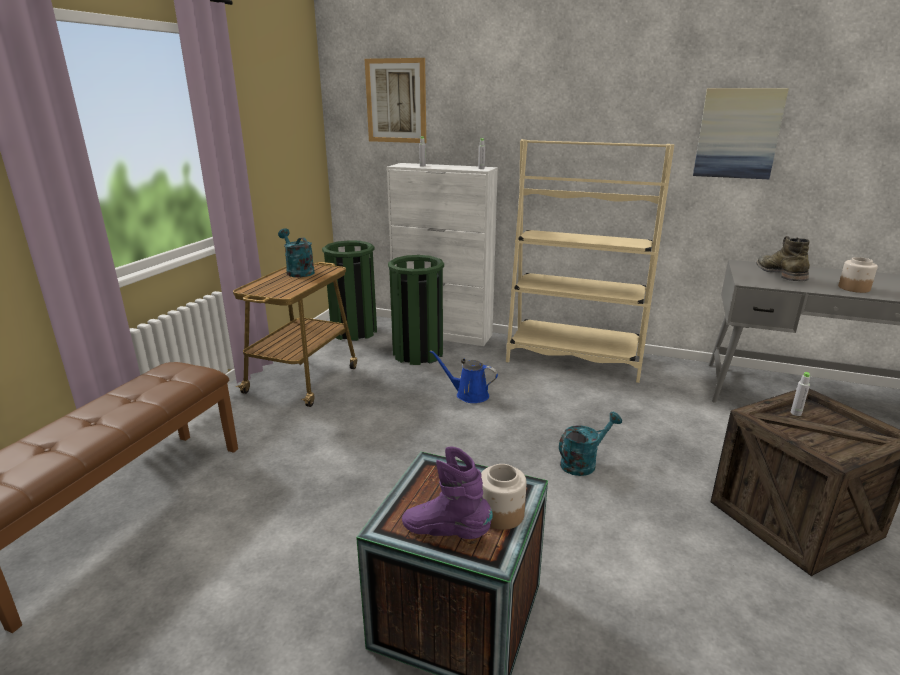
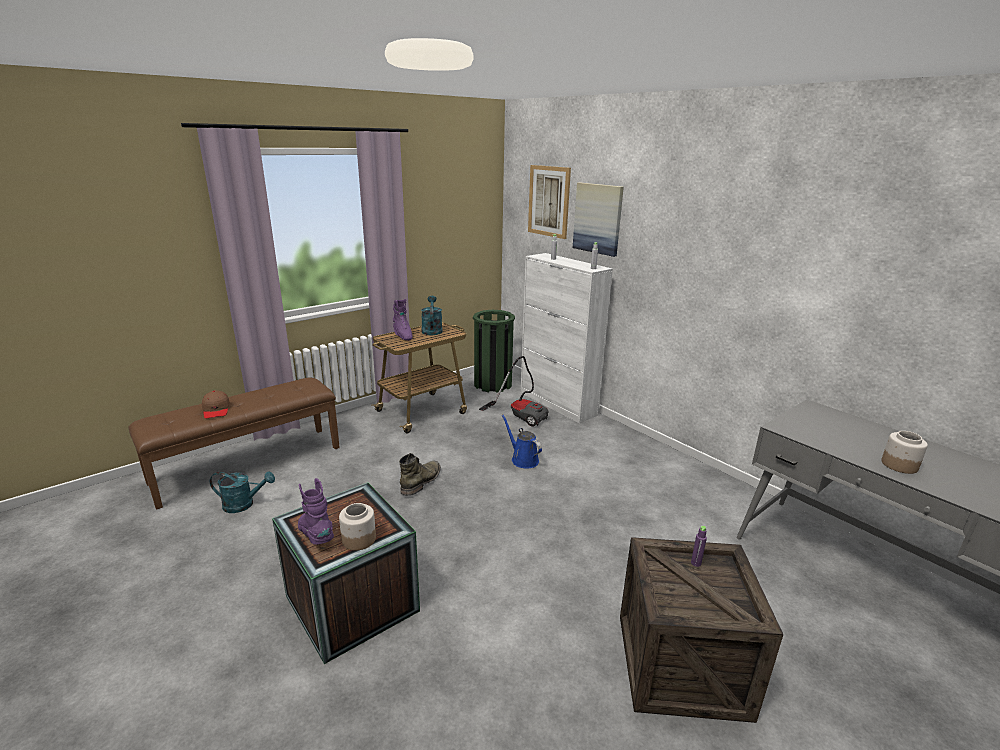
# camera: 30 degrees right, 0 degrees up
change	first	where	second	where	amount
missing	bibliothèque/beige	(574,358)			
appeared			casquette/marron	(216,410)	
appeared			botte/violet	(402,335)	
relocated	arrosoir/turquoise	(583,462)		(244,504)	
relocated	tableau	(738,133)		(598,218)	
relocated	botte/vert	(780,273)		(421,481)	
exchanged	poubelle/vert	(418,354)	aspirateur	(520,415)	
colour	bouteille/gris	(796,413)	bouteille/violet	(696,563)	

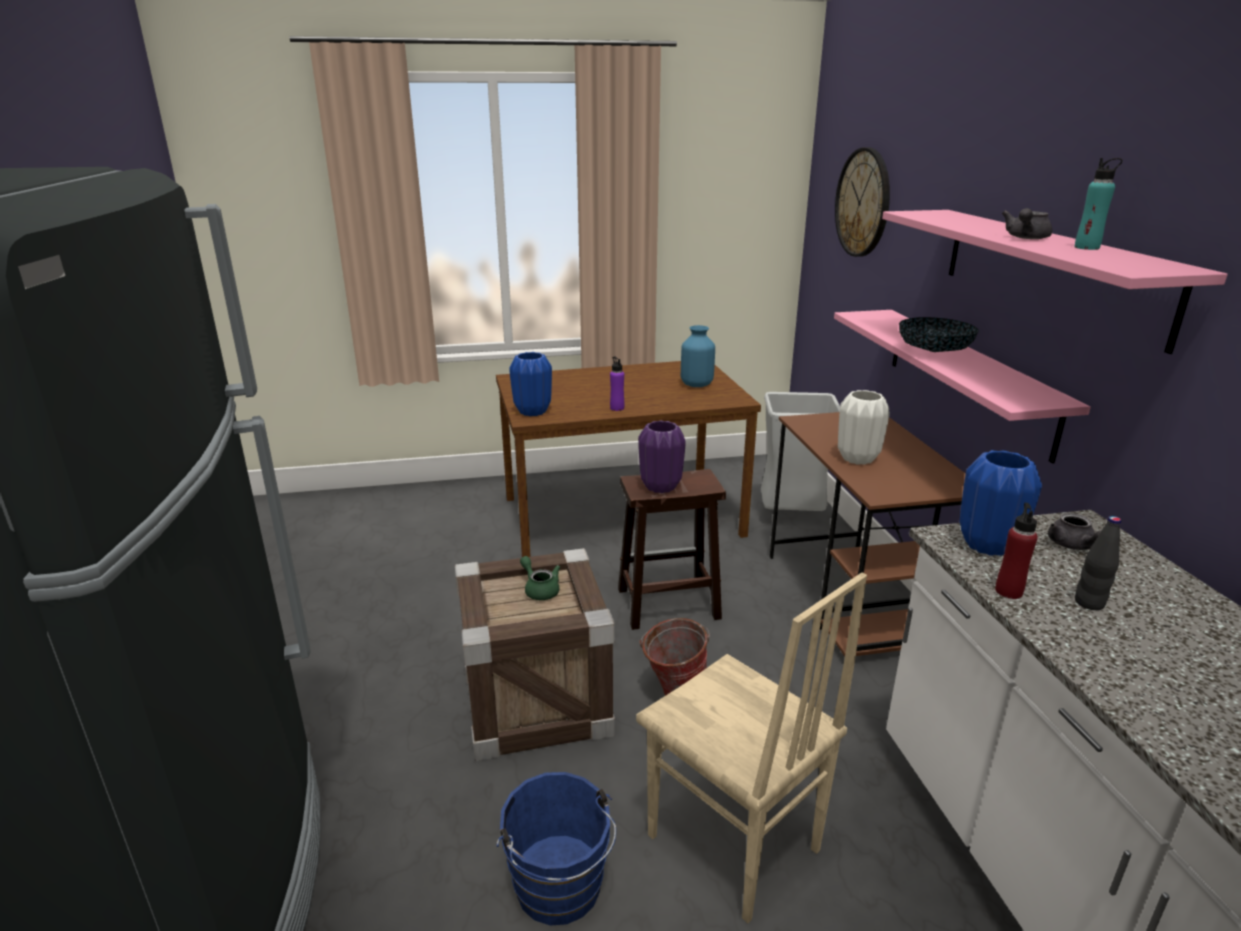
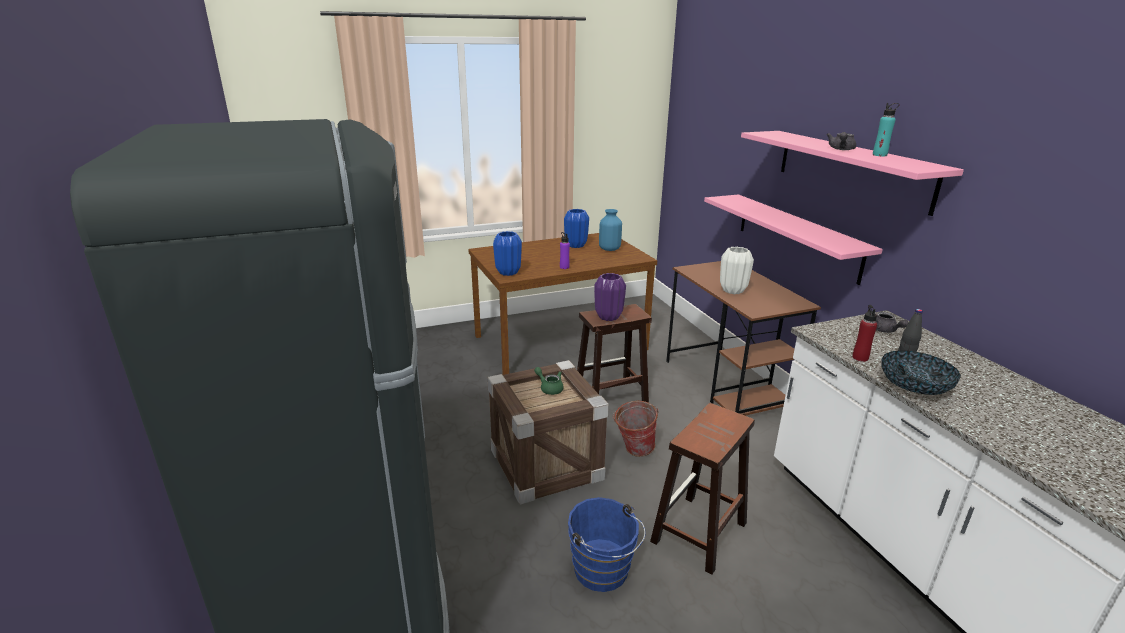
# camera: 10 degrees left, 0 degrees up
change	first	where	second	where	amount
missing	poubelle/gris	(790,518)			
missing	horloge murale	(863,203)			
relocated	bol	(933,352)		(914,388)	
relocated	vase/bleu	(987,545)		(576,245)	
exchanged	chaise/beige	(732,845)	tabouret/marron	(698,533)	

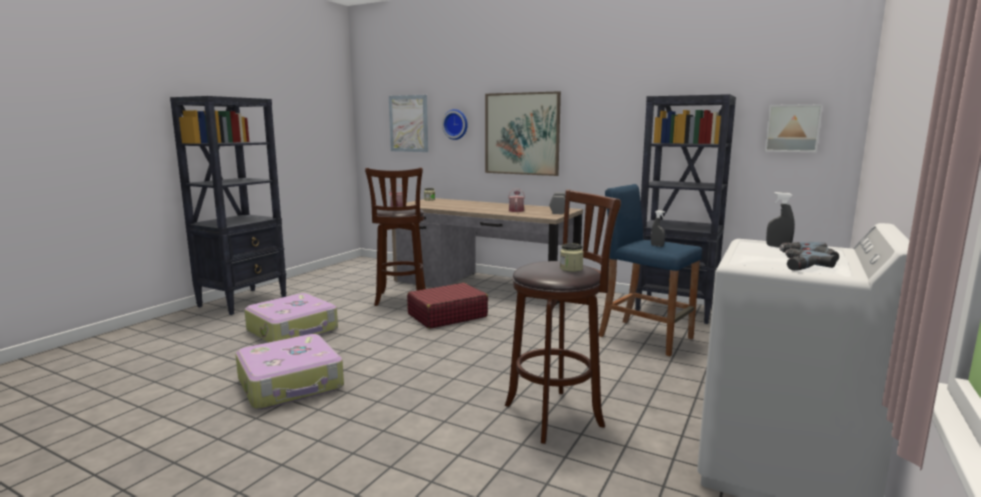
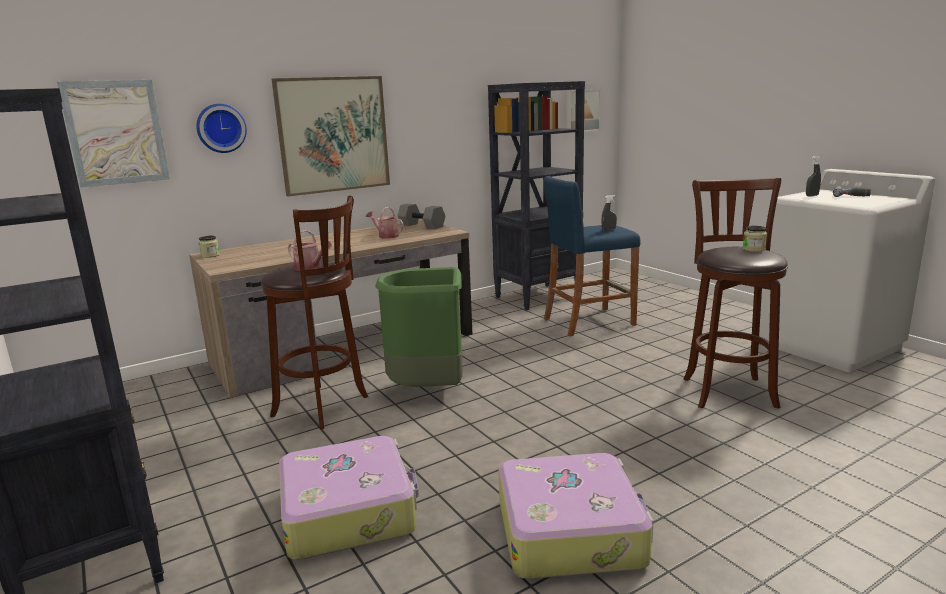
# camera: 60 degrees left, 5 degrees up
change	first	where	second	where	amount
missing	perceuse	(797,265)			
exchanged	valise/rouge	(447,316)	poubelle/vert	(429,389)	

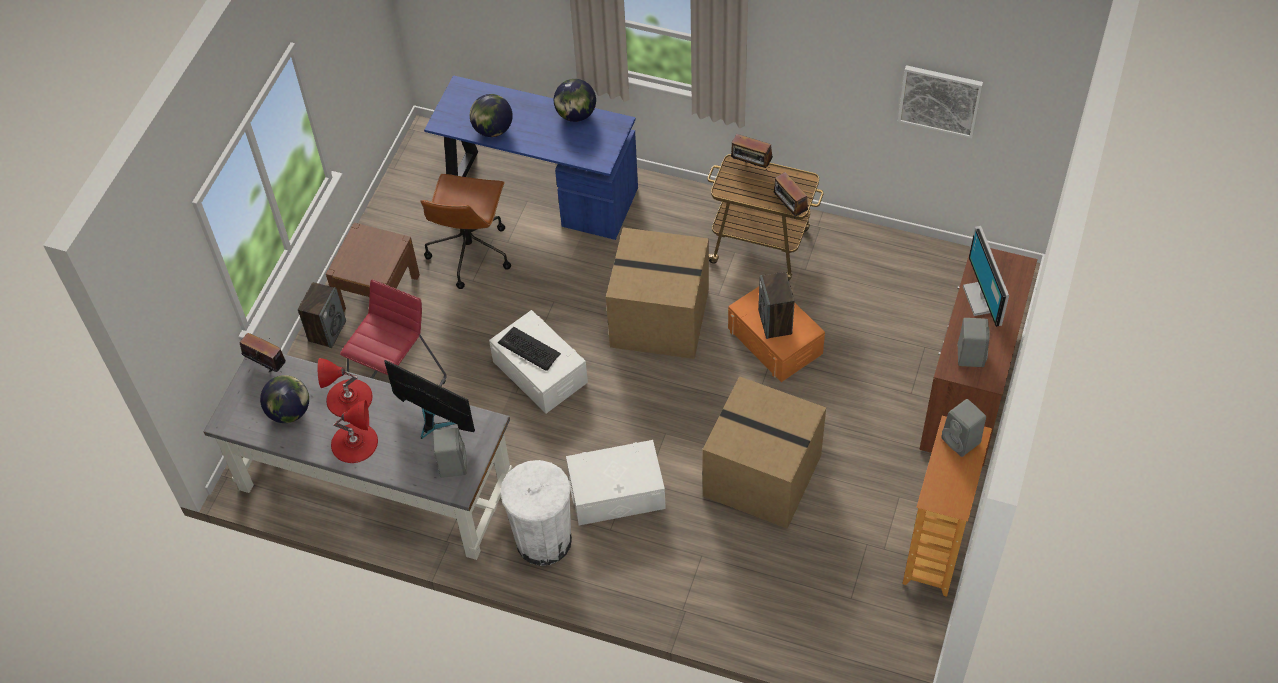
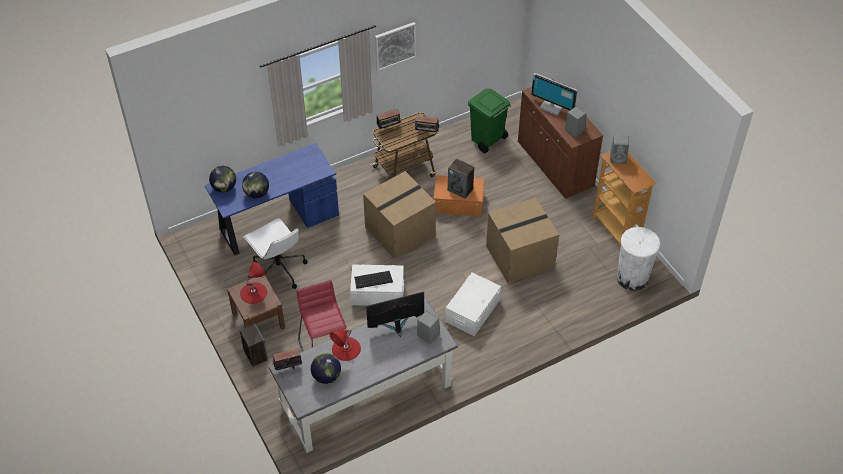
# camera: 50 degrees left, 5 degrees down
change	first	where	second	where	amount
appeared			poubelle/vert	(487,140)	
relocated	lampe de table/rouge	(354,442)		(253,293)	
relocated	poubelle/blanc	(543,540)		(632,278)	
relocated	globe	(576,114)		(224,188)	
relocated	tableau	(940,100)		(395,45)	
colour	chaise de bureau/marron	(470,252)	chaise de bureau/blanc	(278,270)	

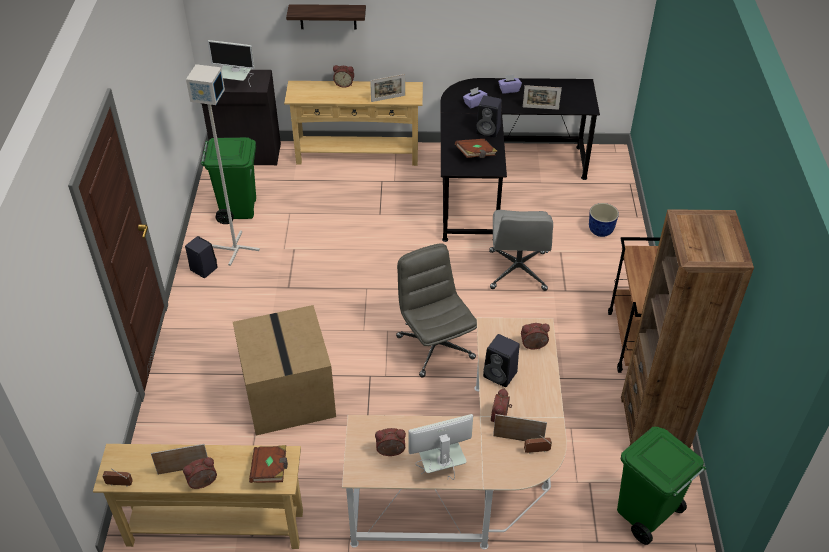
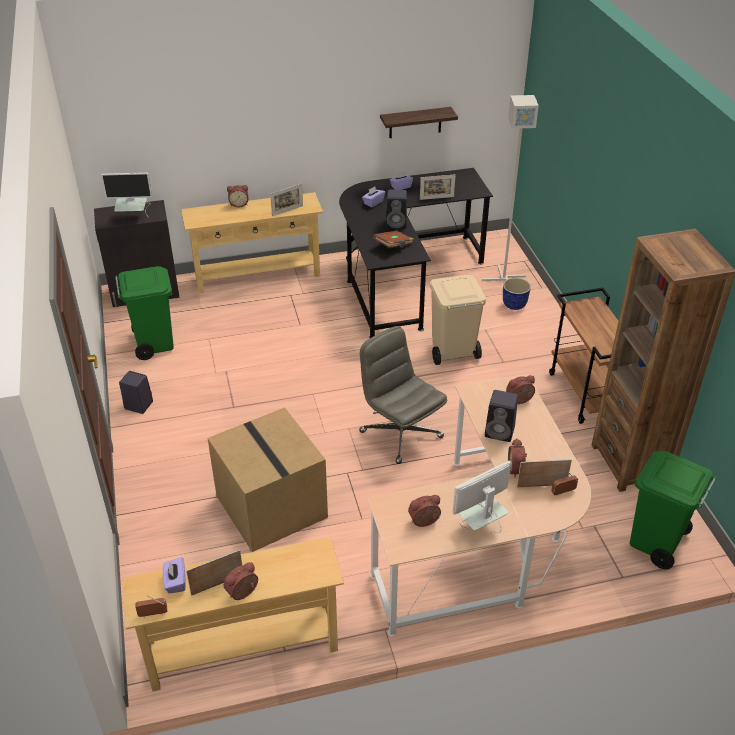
# camera: 15 degrees left, 5 degrees down
change	first	where	second	where	amount
missing	livre/marron	(270,470)			
appeared			boîte à mouchoirs/violet	(175,582)	
relocated	lampadaire/gris	(234,248)		(503,278)	
relocated	étagère	(328,16)		(415,122)	
exchanged	chaise de bureau/gris	(518,271)	poubelle/beige	(452,353)	

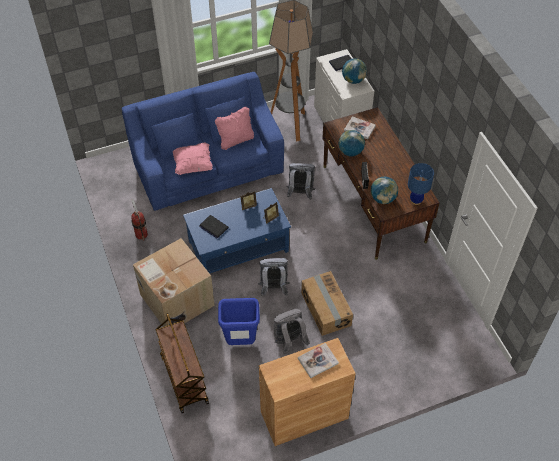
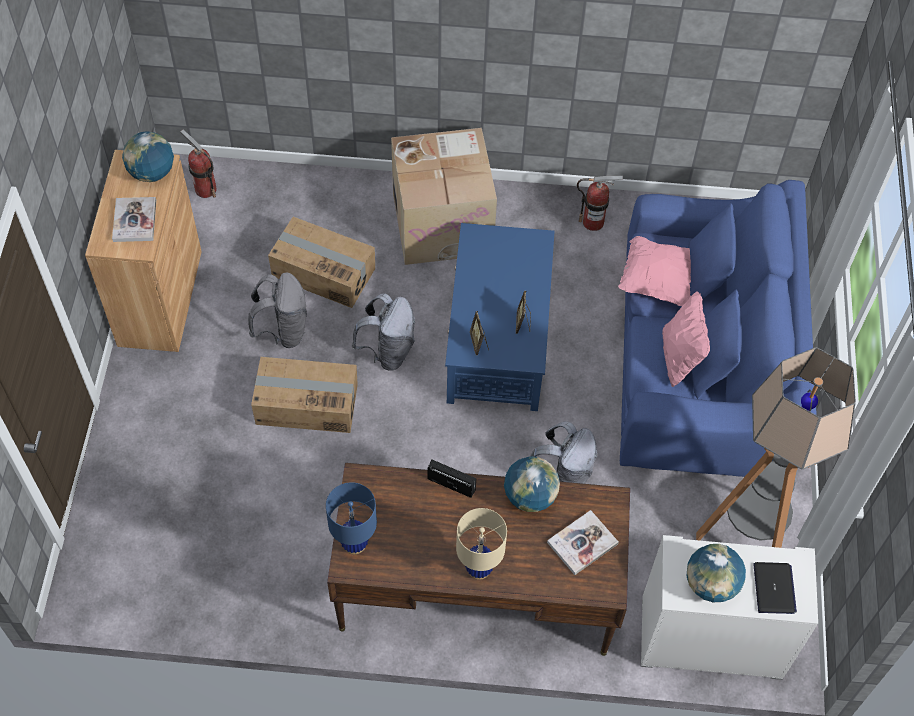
# camera: 115 degrees right, 5 degrees up
change	first	where	second	where	amount
missing	chariot/marron	(184,379)			
missing	ordinateur portable	(213,227)			
appeared			extincteur	(205,189)	
appeared			lampe de table/beige	(478,569)	
relocated	globe	(383,199)		(152,173)	
exchanged	poubelle/bleu	(240,341)	carton	(324,272)	

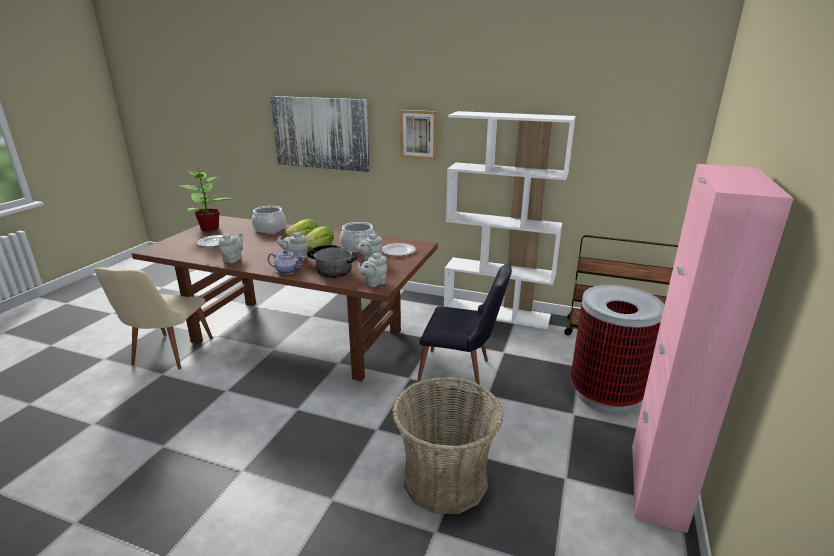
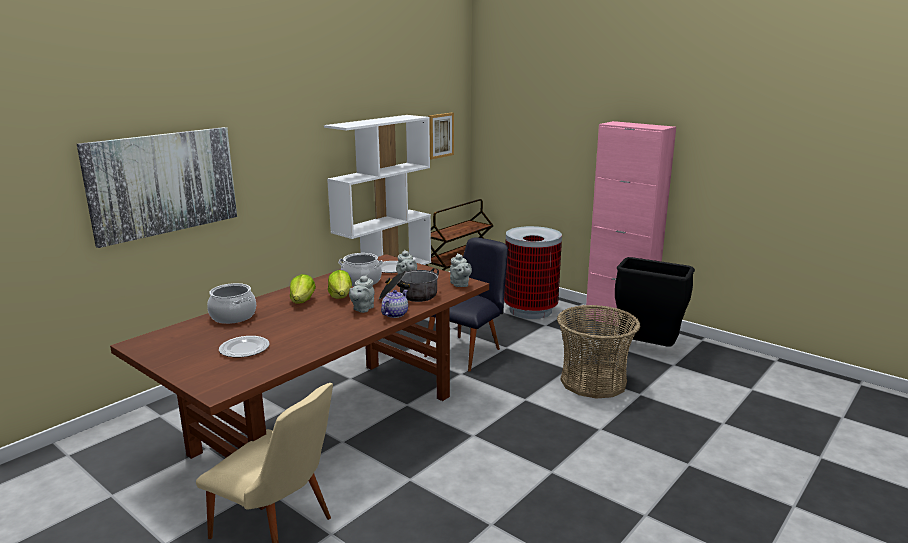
# camera: 70 degrees left, 5 degrees down
change	first	where	second	where	amount
missing	plante en pot	(210,228)			
missing	théière/gris	(233,259)			
appeared			poubelle/noir	(647,349)	
relocated	tableau	(419,134)		(440,135)	

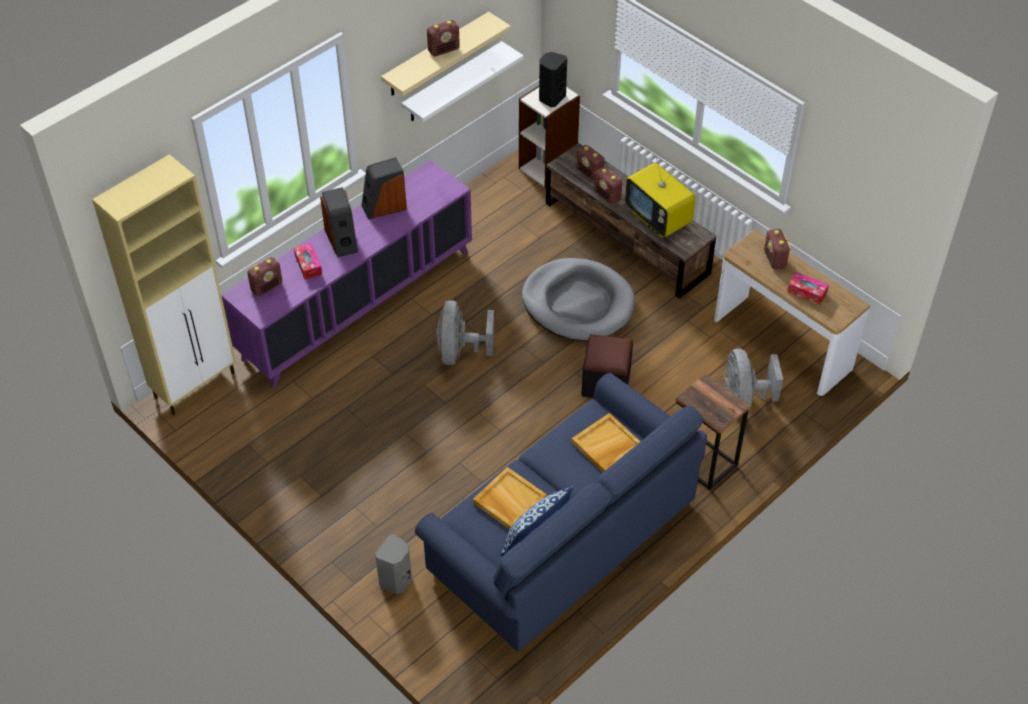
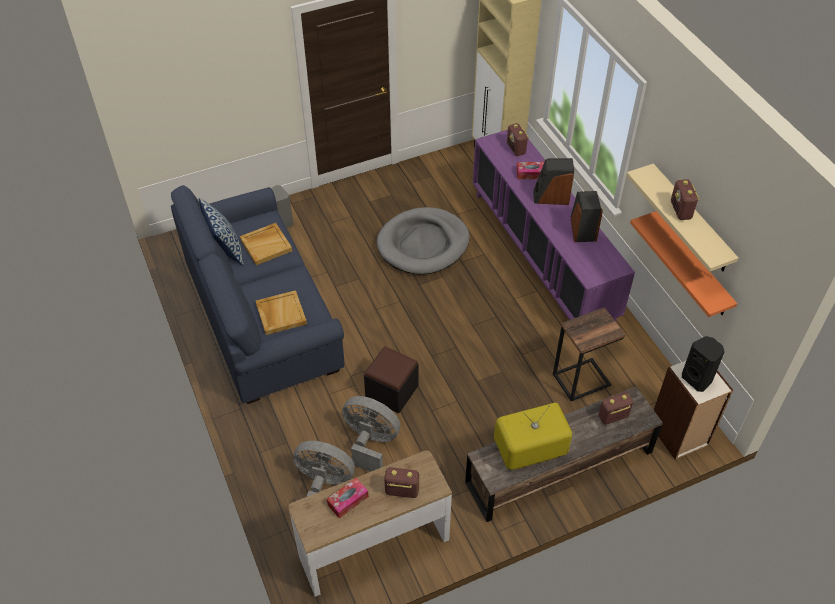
# camera: 110 degrees right, 0 degrees up
change	first	where	second	where	amount
missing	radio	(607,196)			
relocated	ventilateur/gris	(459,352)		(370,443)	
relocated	panier pour chien/gris	(578,303)		(423,244)	
relocated	table d'appoint	(702,462)		(580,379)	
colour	étagère/blanc	(453,83)	étagère/orange	(692,265)	

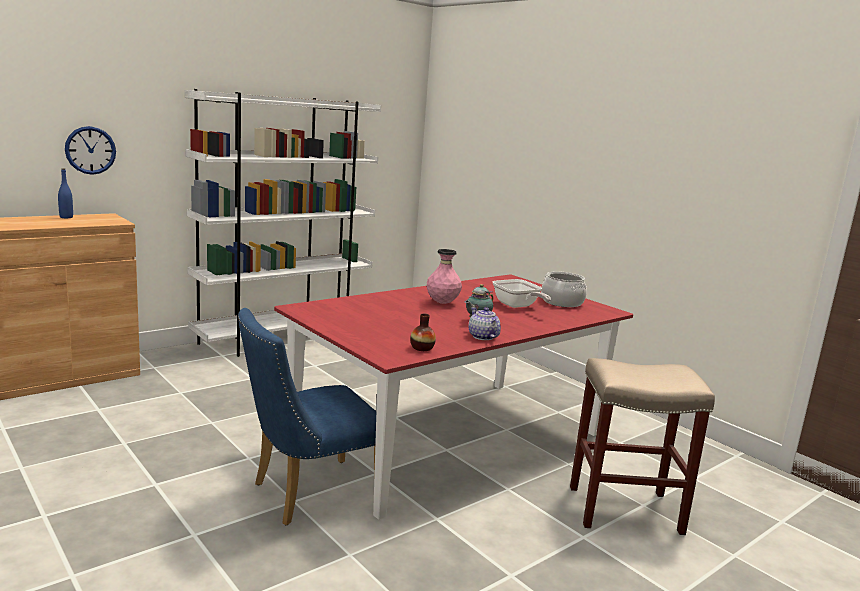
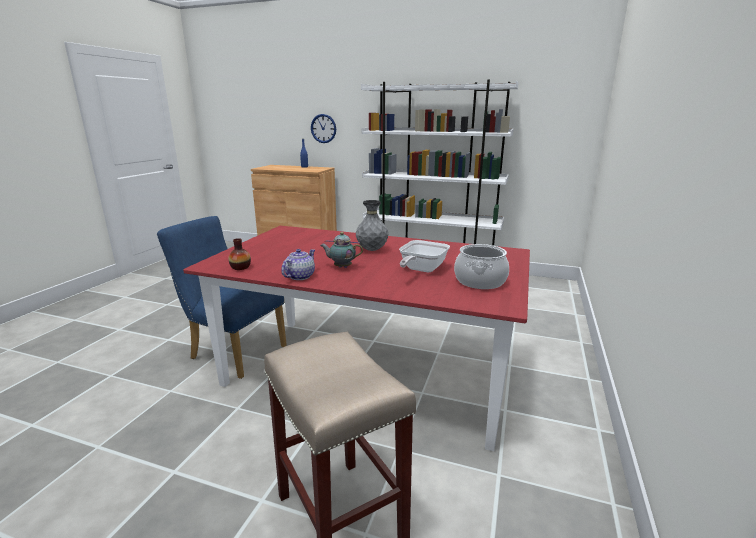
# camera: 60 degrees right, 5 degrees up
change	first	where	second	where	amount
colour	vase/rose	(442,303)	vase/gris	(372,250)	

